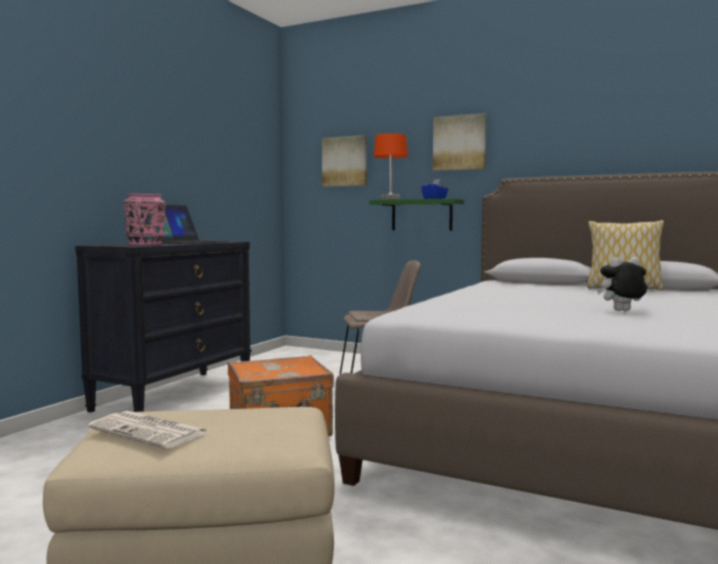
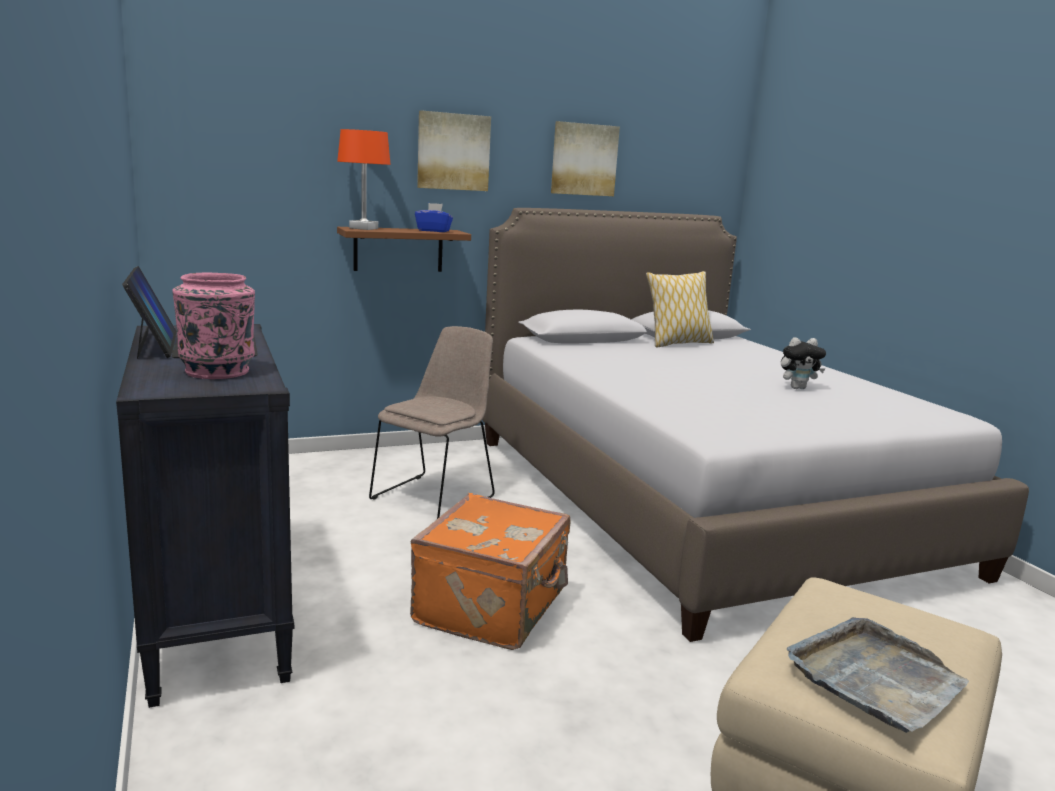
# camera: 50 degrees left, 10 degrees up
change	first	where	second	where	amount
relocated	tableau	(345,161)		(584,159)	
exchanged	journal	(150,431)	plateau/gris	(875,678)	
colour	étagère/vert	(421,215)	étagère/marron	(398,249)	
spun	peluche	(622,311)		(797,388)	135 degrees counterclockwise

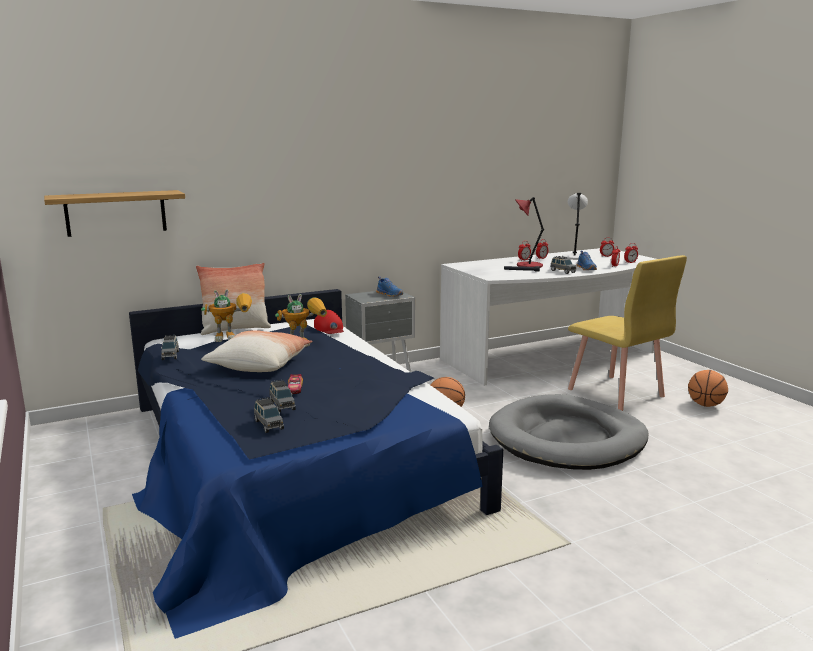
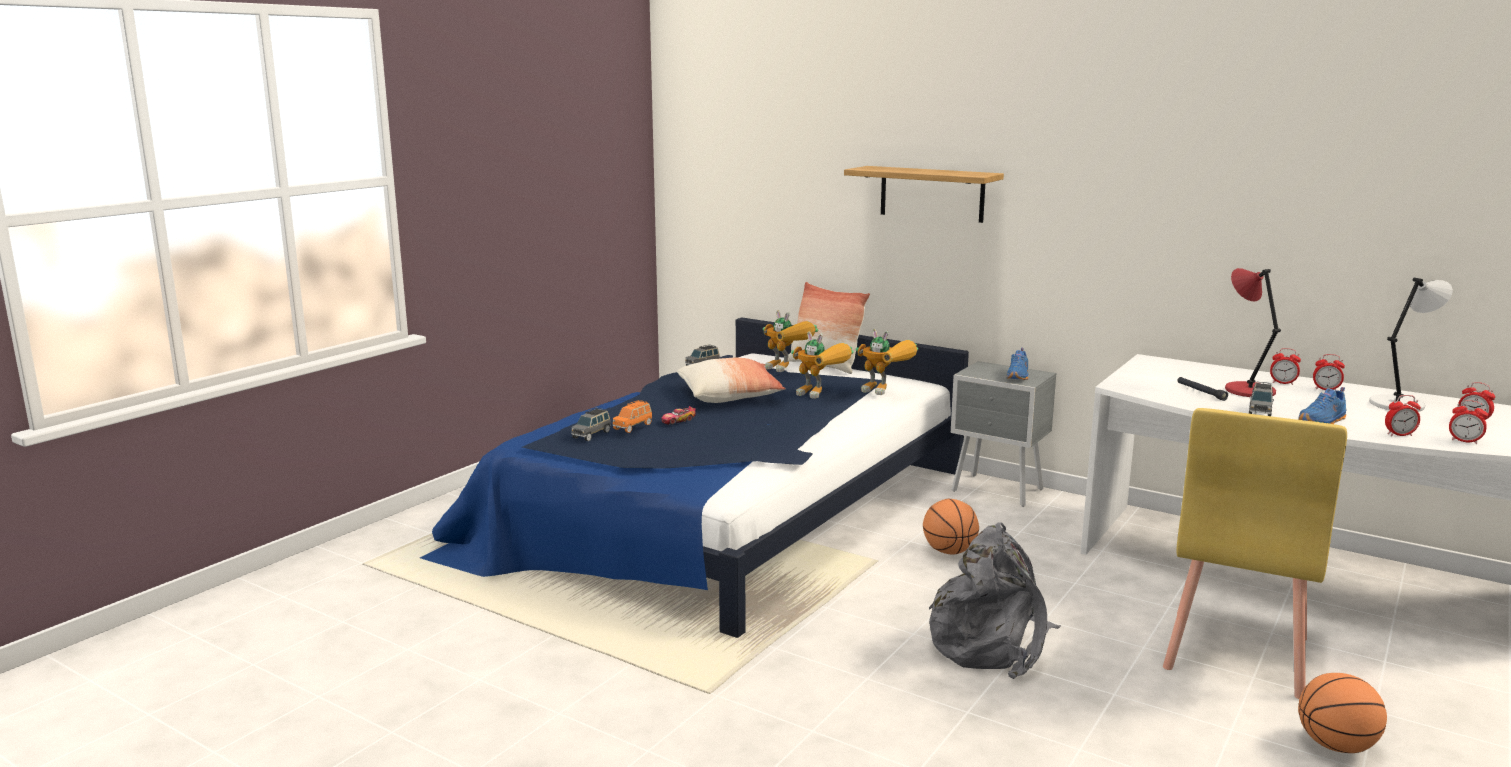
# camera: 60 degrees right, 0 degrees up
change	first	where	second	where	amount
relocated	étagère	(116,213)		(932,194)	
exchanged	casquette/rouge	(329,328)	robot jouet	(886,392)	
exchanged	panier pour chien/gris	(567,439)	sac à dos/gris	(991,644)	
colour	petite voiture/gris	(282,405)	petite voiture/orange	(633,426)	

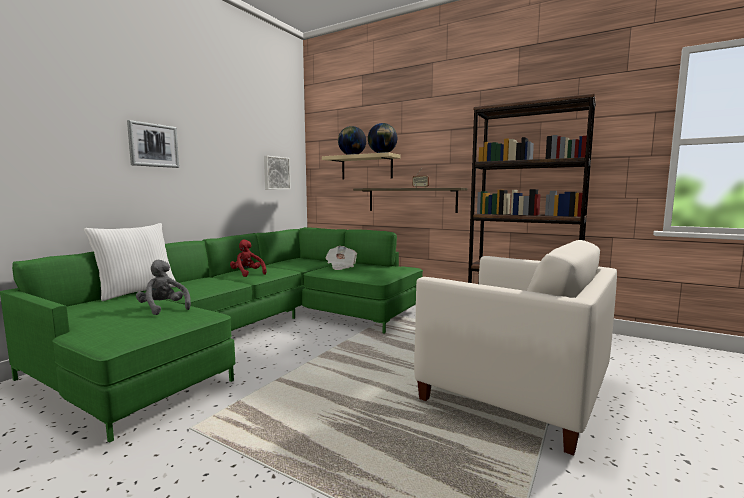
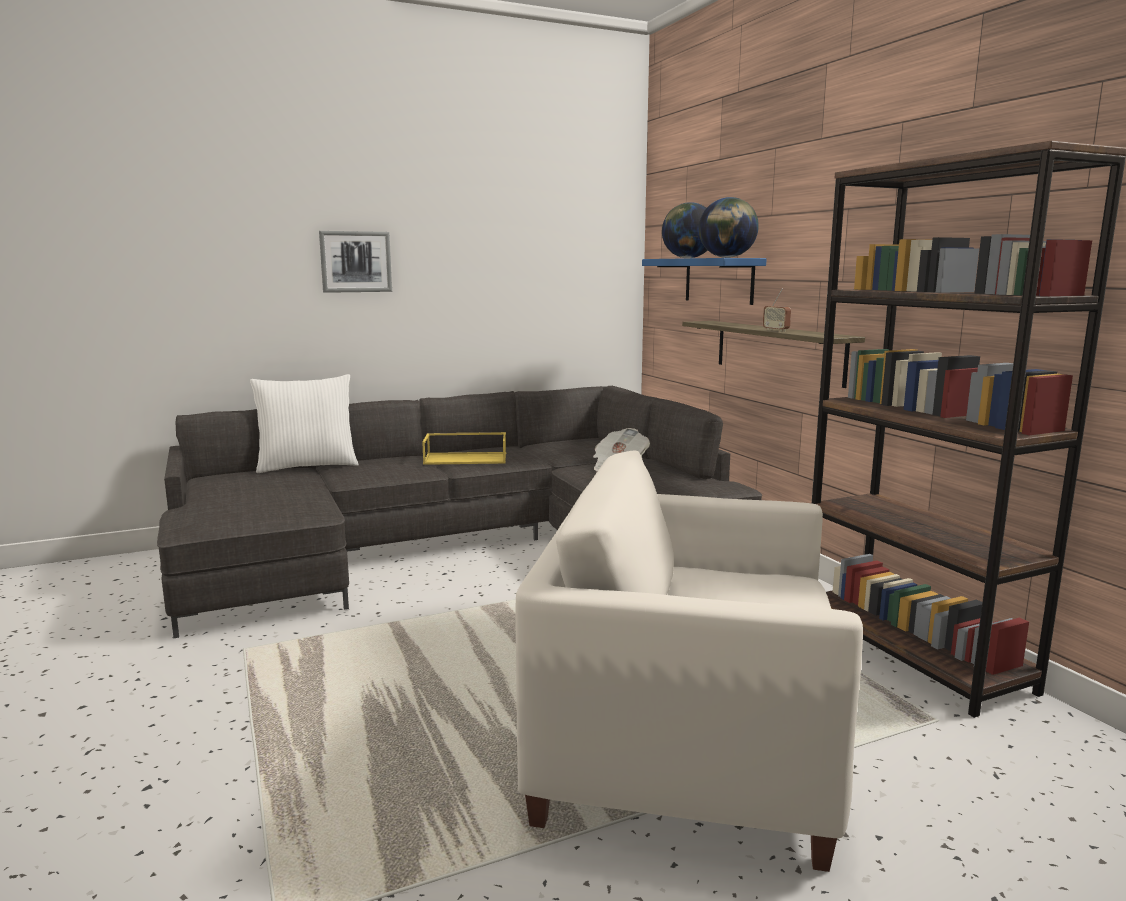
# camera: 35 degrees right, 5 degrees up
change	first	where	second	where	amount
missing	peluche/gris	(164,308)			
missing	tableau	(276,173)			
exchanged	peluche/rouge	(247,274)	plateau/jaune	(466,458)	
colour	canapé/vert	(256,330)	canapé/gris	(462,547)	
colour	étagère/beige	(366,167)	étagère/bleu	(718,280)	
spun	fauteuil/blanc	(515,388)		(685,749)	120 degrees clockwise

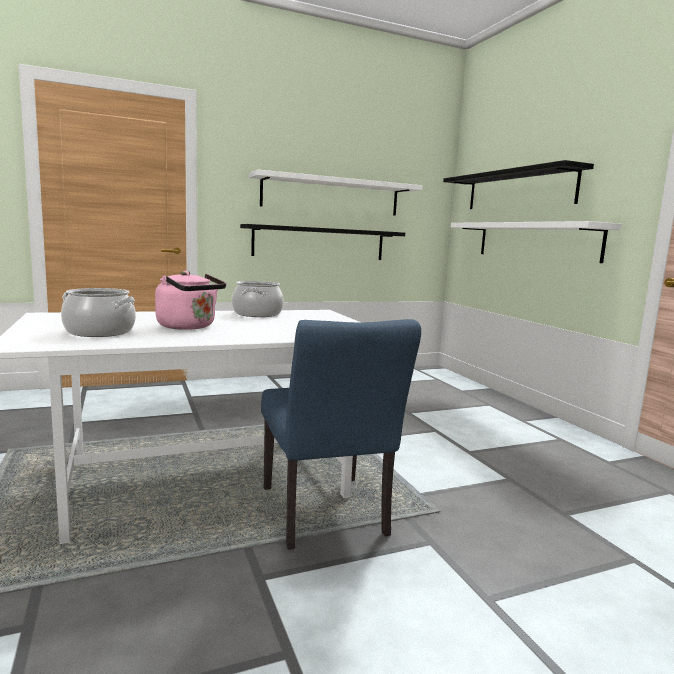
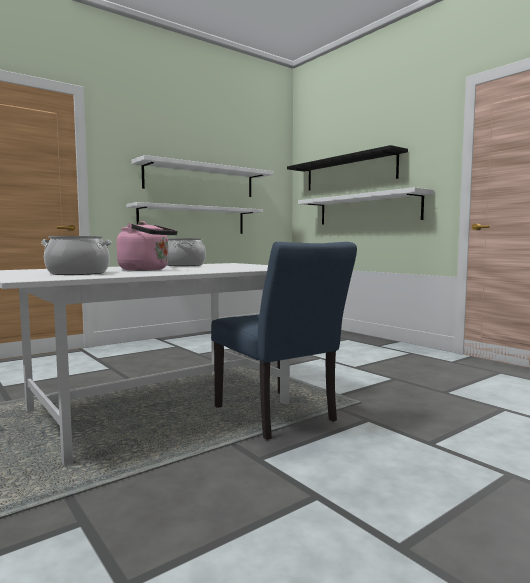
# camera: 15 degrees left, 5 degrees down
change	first	where	second	where	amount
colour	étagère/noir	(319,243)	étagère/blanc	(193,220)	

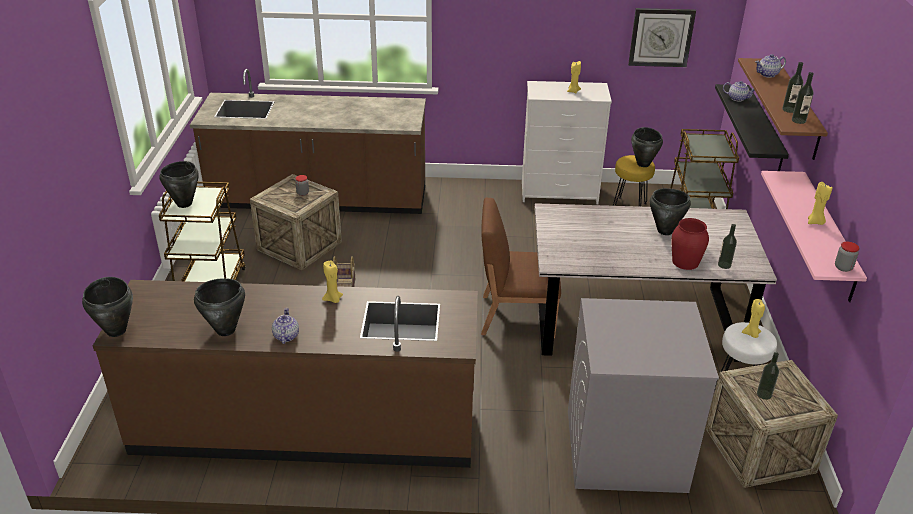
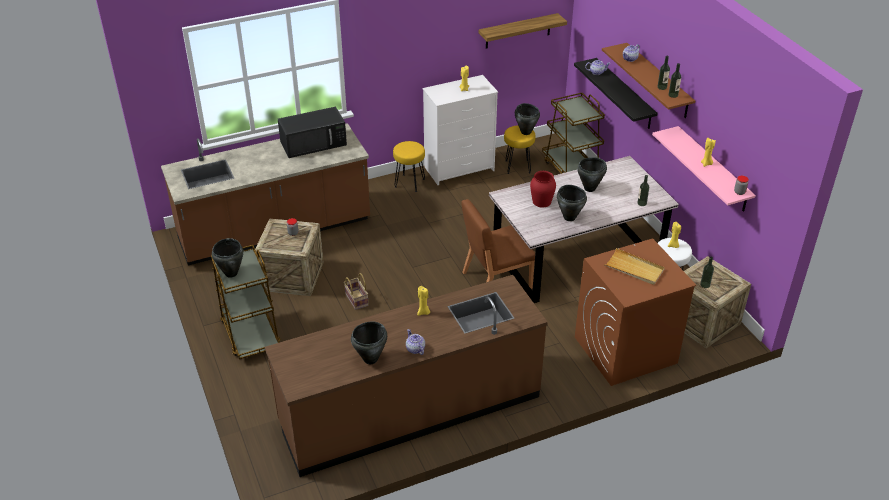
# camera: 25 degrees left, 5 degrees up
change	first	where	second	where	amount
appeared			micro-ondes/noir	(314,143)	
appeared			tabouret/jaune	(409,183)	
appeared			plateau/beige	(634,269)	
relocated	marmite/noir	(116,330)		(569,217)	
relocated	vase/rouge	(685,262)		(541,201)	
exchanged	horloge murale	(661,37)	étagère	(518,31)	
colour	lave-linge/gris	(624,450)	lave-linge/marron	(625,350)	

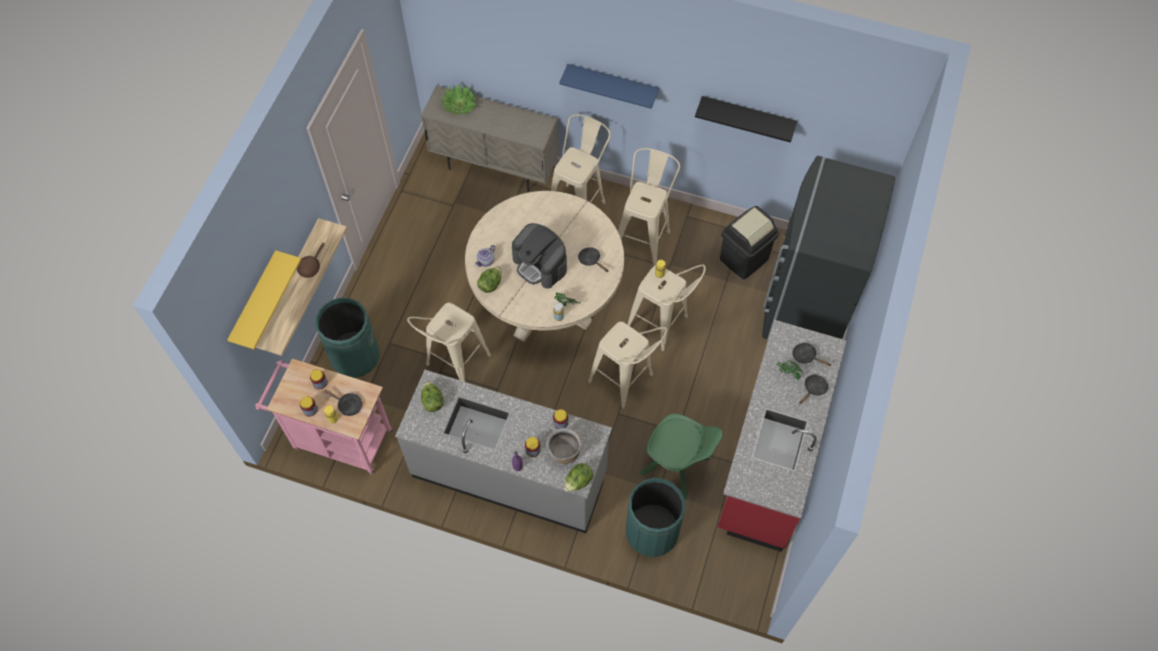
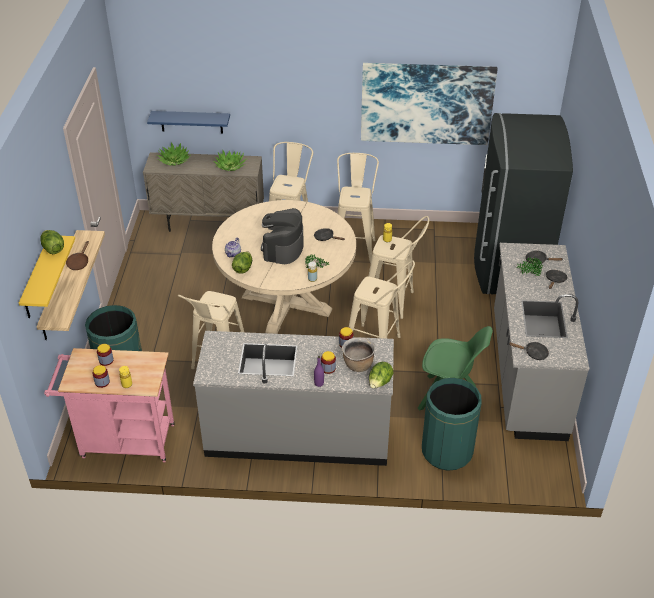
# camera: 15 degrees left, 20 degrees down
change	first	where	second	where	amount
missing	poubelle/noir	(743,258)			
appeared			plante en pot	(230,166)	
relocated	poêle/noir	(348,405)		(533,353)	
relocated	laitue	(432,401)		(53,249)	
relocated	étagère/bleu	(612,84)		(191,122)	
exchanged	étagère/noir	(747,117)	tableau	(426,103)	
colour	comptoir de cuisine/rouge	(769,457)	comptoir de cuisine/gris	(526,374)	
spun	machine à café	(540,265)		(283,248)	75 degrees clockwise

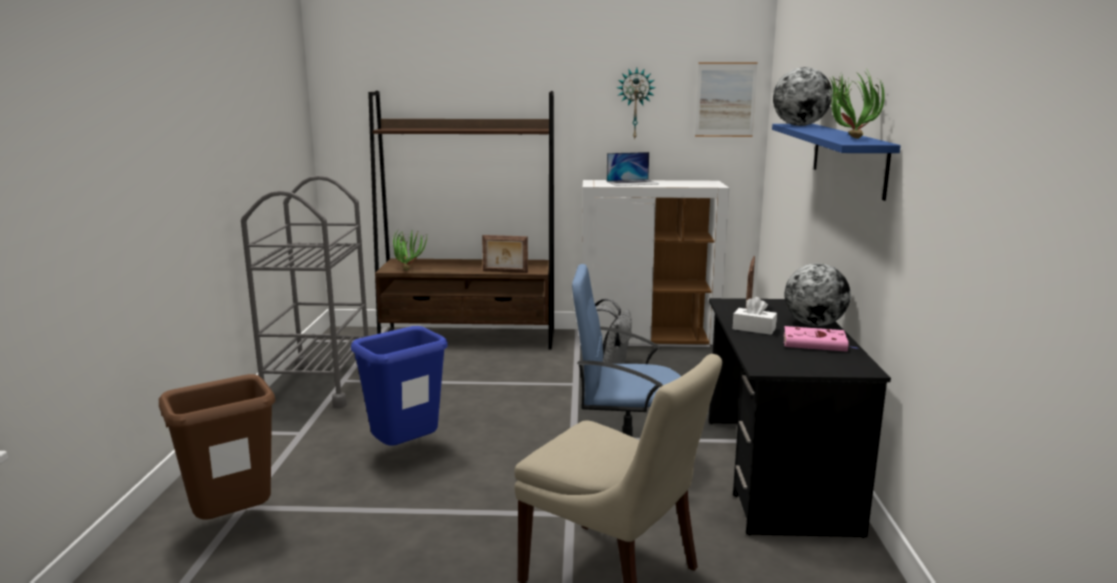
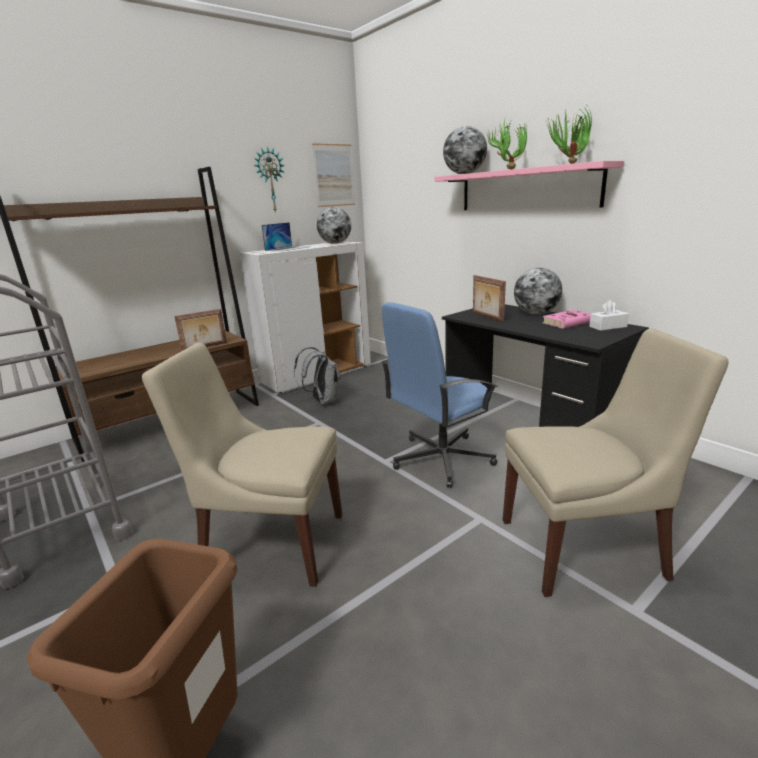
# camera: 40 degrees left, 5 degrees up
change	first	where	second	where	amount
appeared			globe	(335,243)	
relocated	plante en pot	(409,269)		(507,169)	
relocated	boîte à mouchoirs/blanc	(754,329)		(608,326)	
exchanged	poubelle/bleu	(406,451)	chaise/beige	(270,542)	
colour	étagère/bleu	(848,157)	étagère/rose	(526,189)	

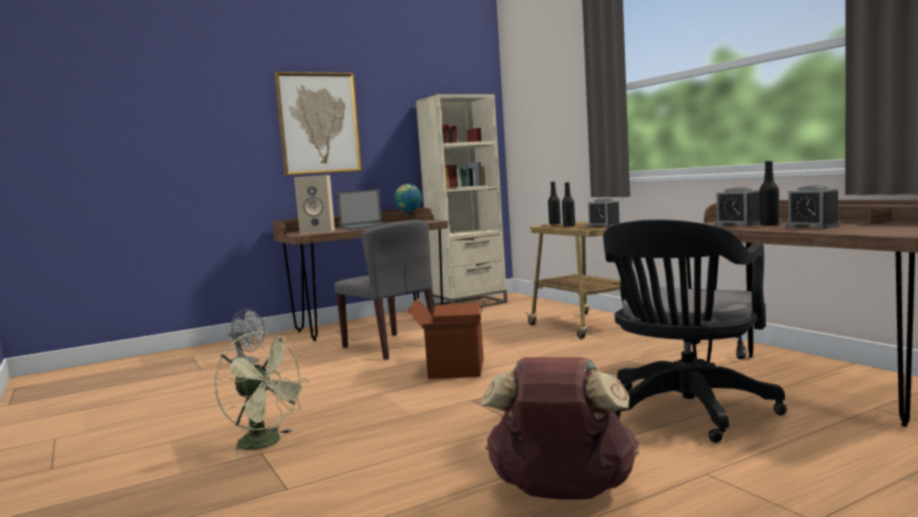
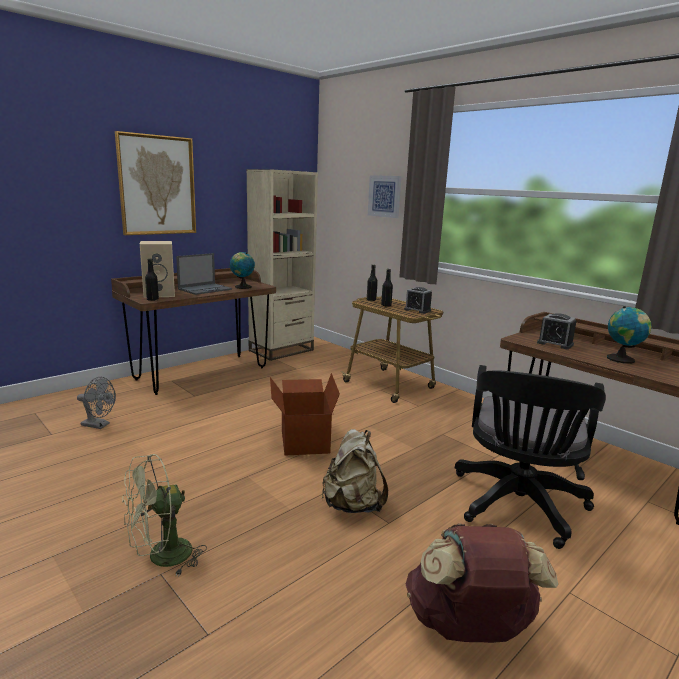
# camera: 15 degrees left, 10 degrees up
change	first	where	second	where	amount
missing	chaise/gris	(391,346)			
appeared			sac à dos/beige	(352,505)	
appeared			tableau	(384,196)	
relocated	bouteille/noir	(769,225)		(152,299)	
exchanged	réveil	(812,226)	globe	(622,359)	
spun	ventilateur/vert	(267,443)		(161,558)	120 degrees clockwise

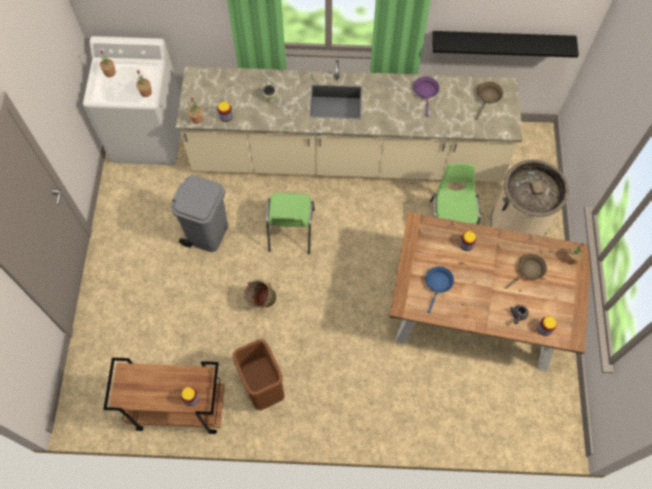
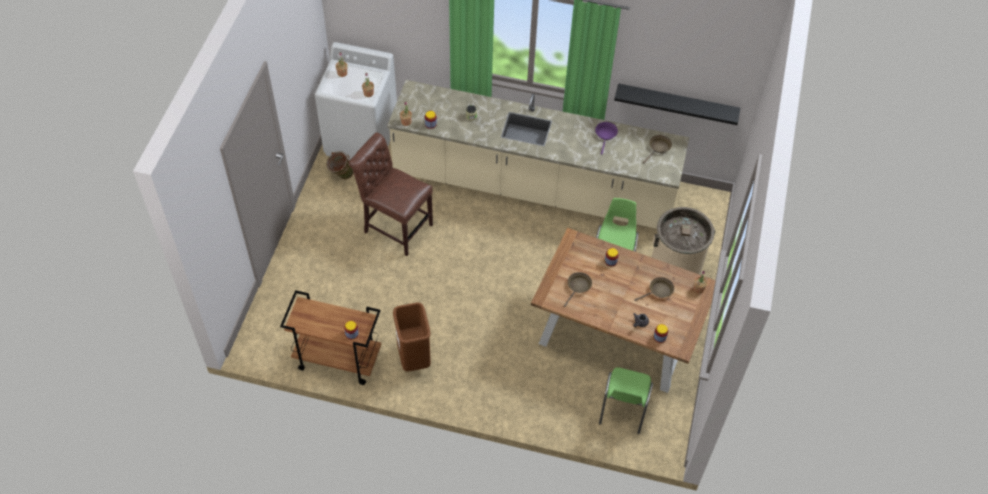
# camera: 10 degrees right, 10 degrees down
change	first	where	second	where	amount
relocated	seau/vert	(261,302)		(341,176)	
relocated	chaise/vert	(290,231)		(623,408)	
exchanged	poubelle/gris	(208,232)	chaise/marron	(395,226)	
colour	poêle/bleu	(438,284)	poêle/marron	(578,287)	

